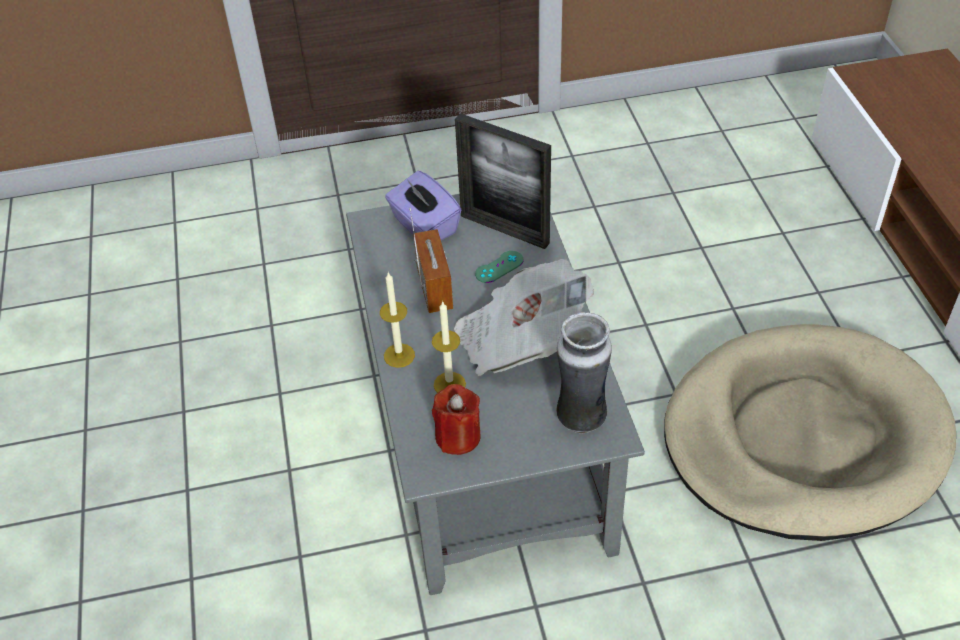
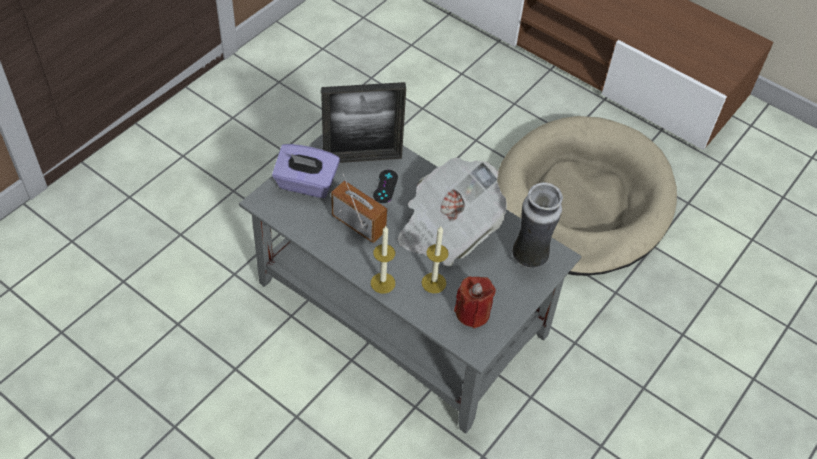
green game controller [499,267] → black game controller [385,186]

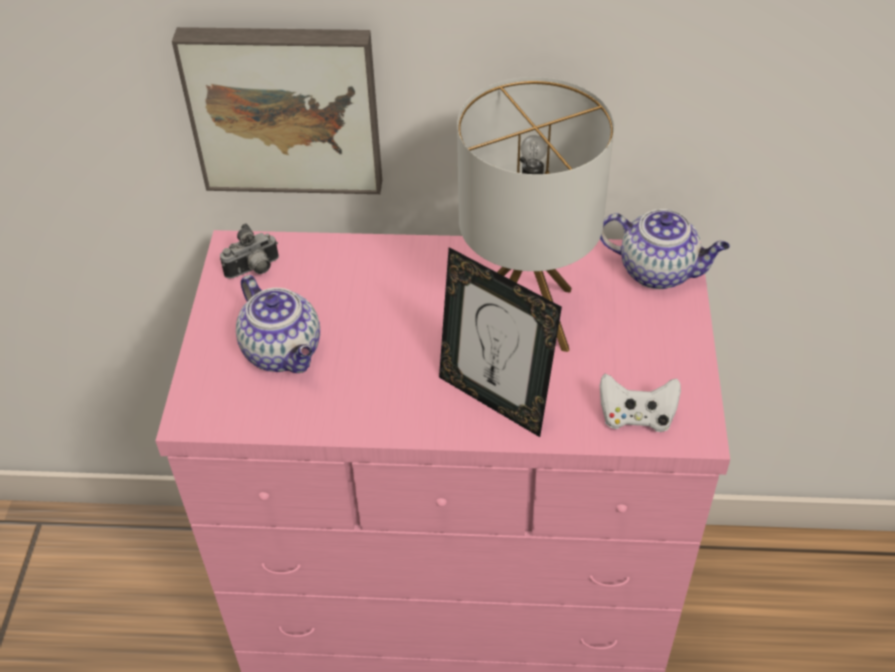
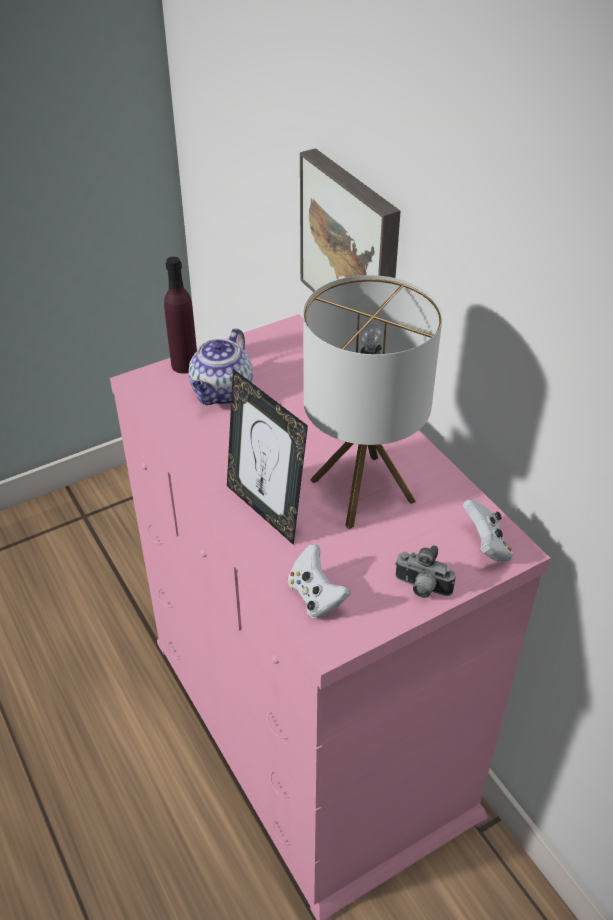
- → purple bottle [180,315]
picture frame [500,342] → picture frame [267,457], 45 degrees counterclockwise
photo camera [249,251] → photo camera [425,571], shifted
teapot [665,249] → white game controller [488,530]

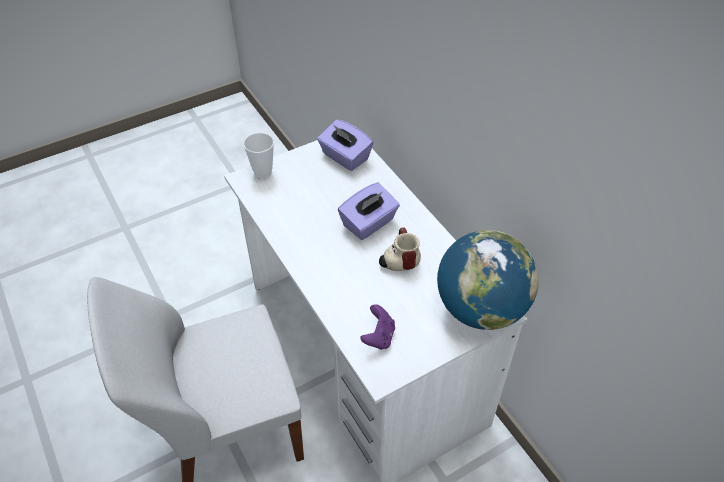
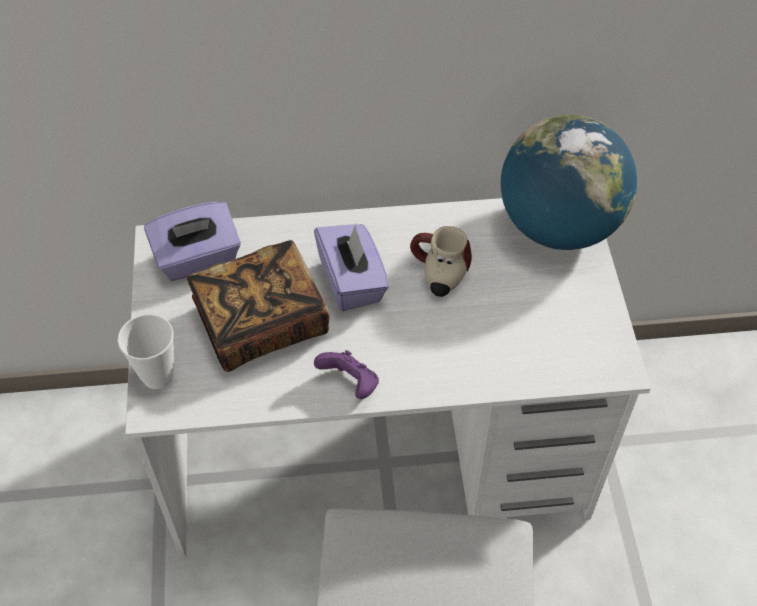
- → book [258,306]
purple game controller [377,327] → purple game controller [346,374], shifted

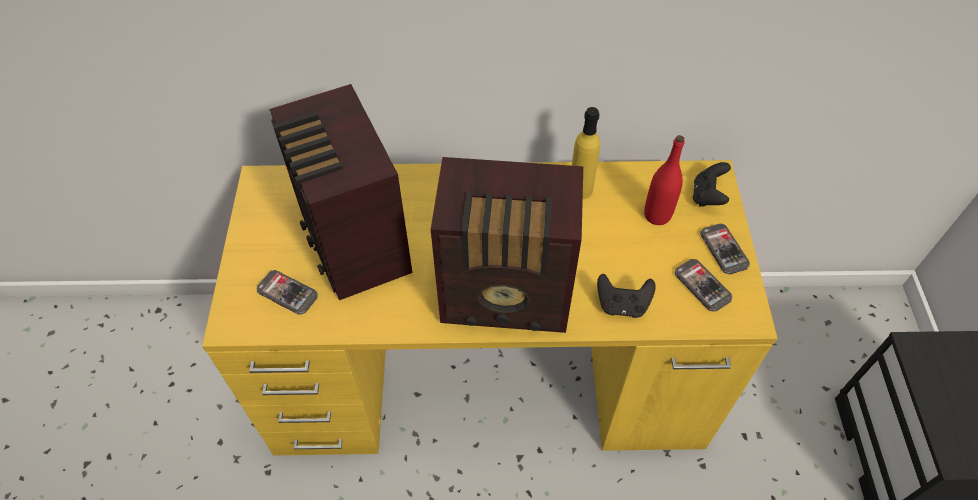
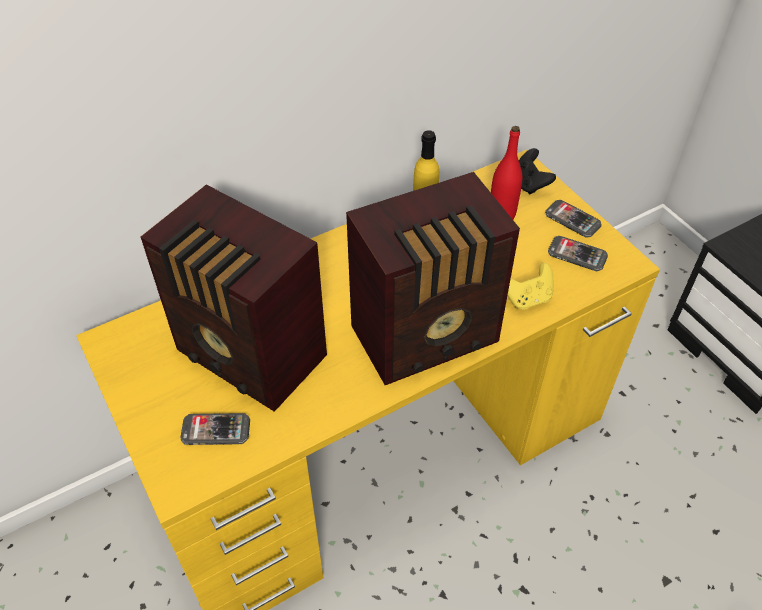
black game controller [626,296] → yellow game controller [530,285]

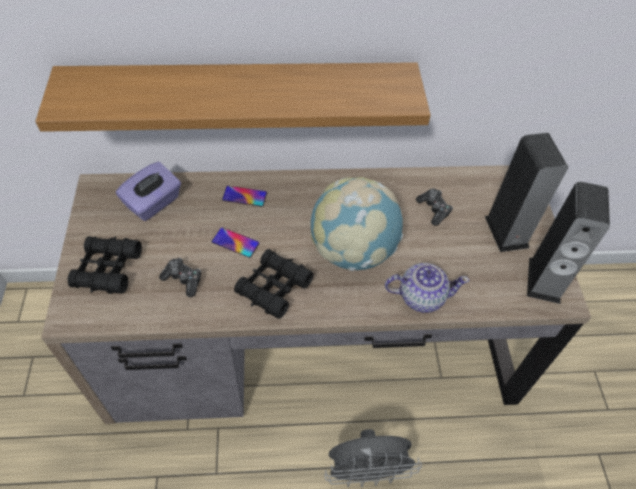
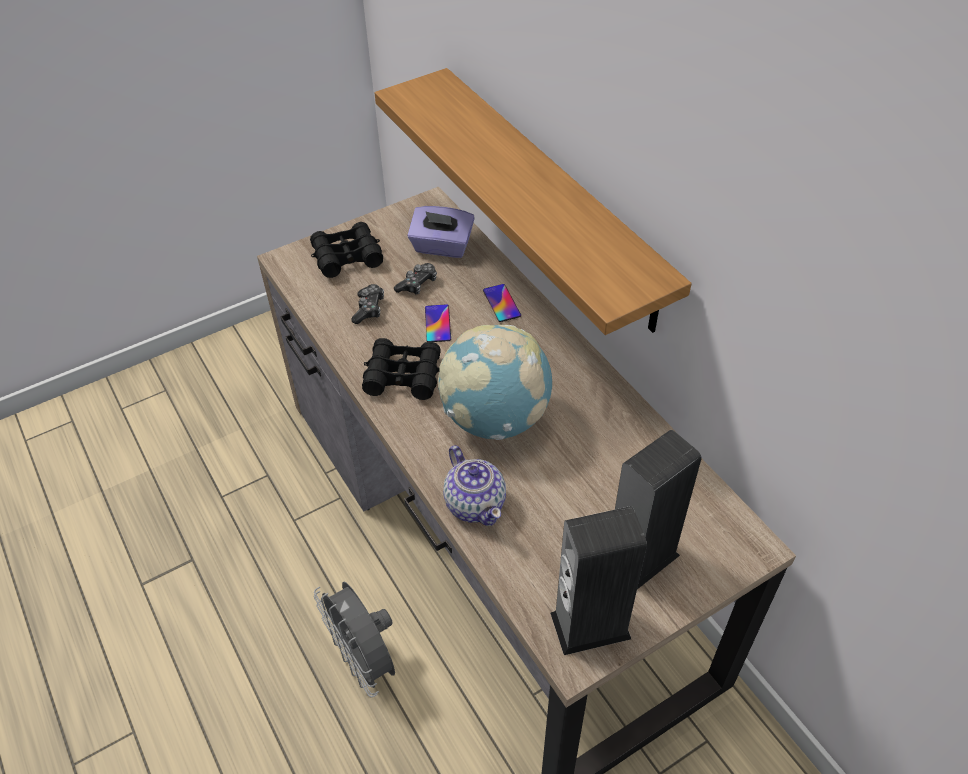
game controller [434,207] → game controller [415,278], shifted

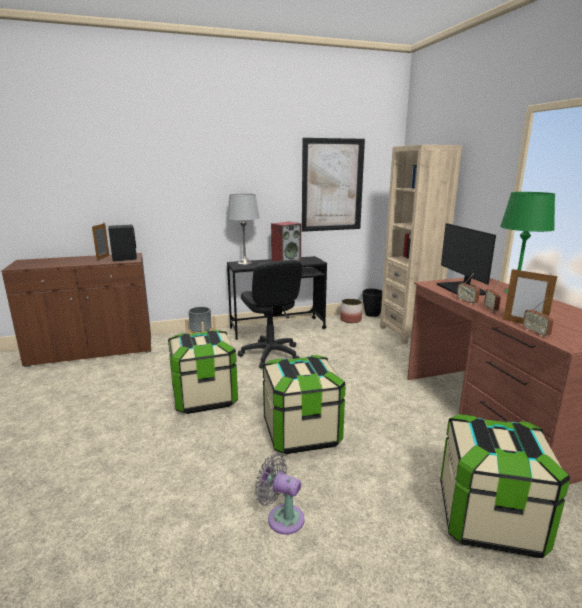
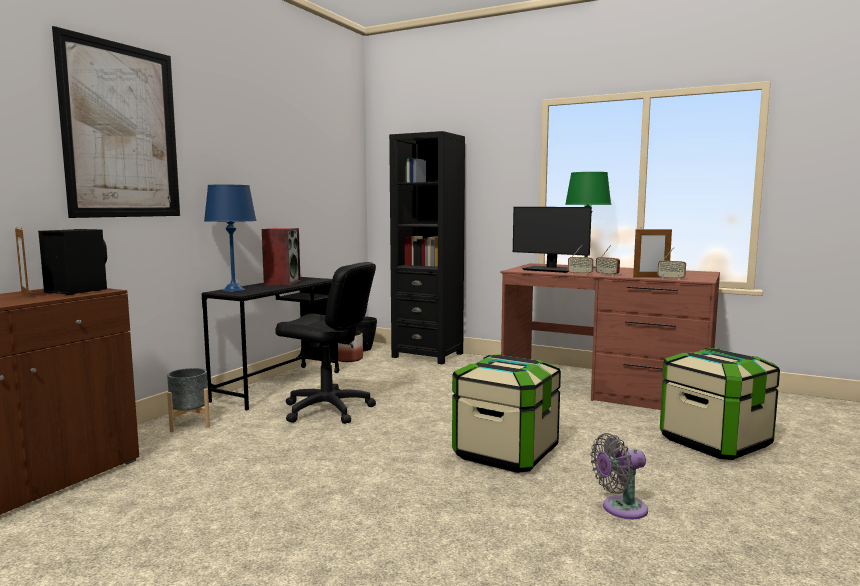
picture [333,185] → picture [116,122], shifted
grey table lamp [243,229] → blue table lamp [230,238]
beige bookcase [421,244] → black bookcase [427,247]
storage box [203,372] → -

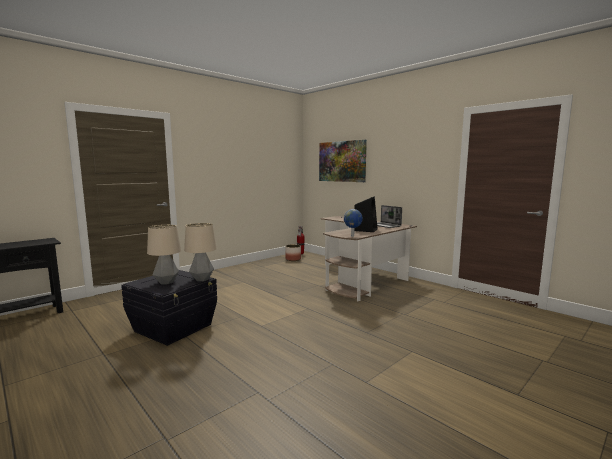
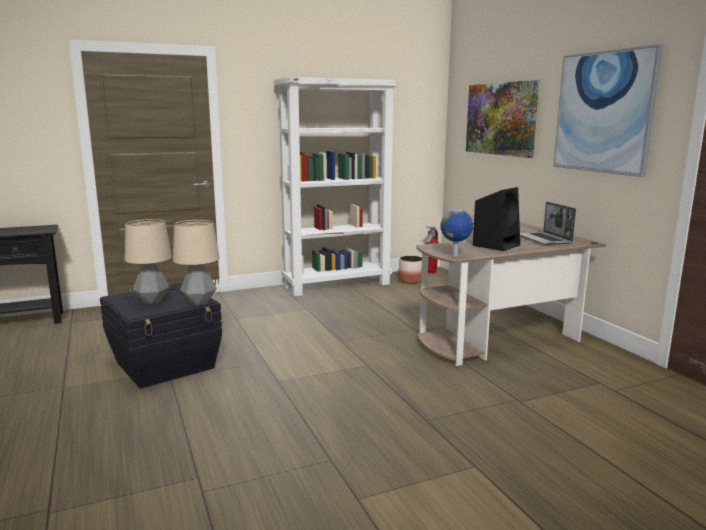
- → white bookcase [336,186]
- → picture [608,110]

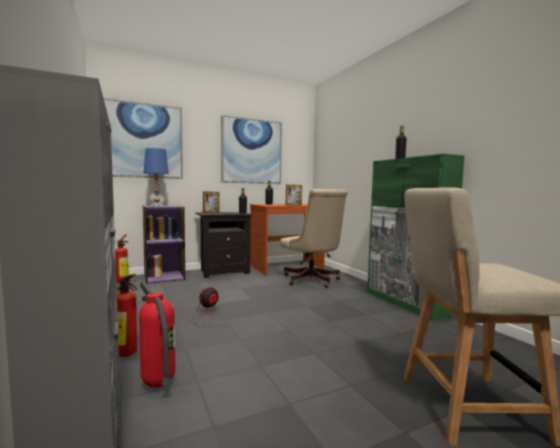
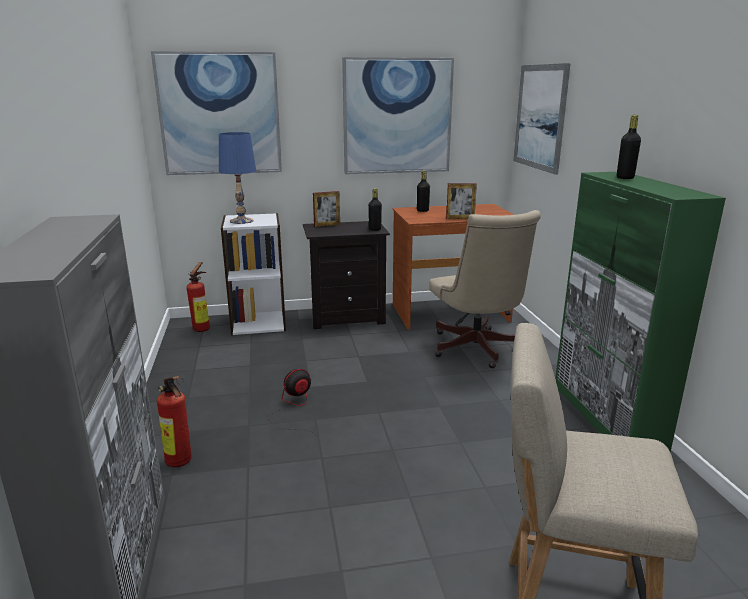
purple bookcase [163,244] → white bookcase [253,274]
- → picture [542,119]
fire extinguisher [157,334] → -

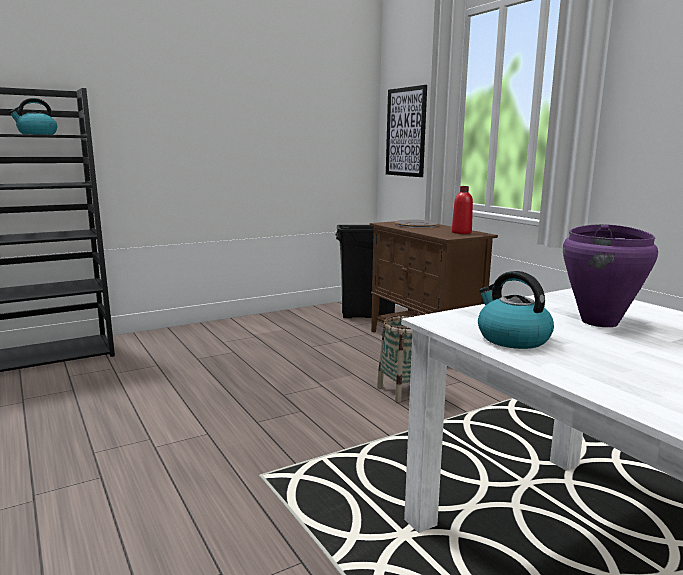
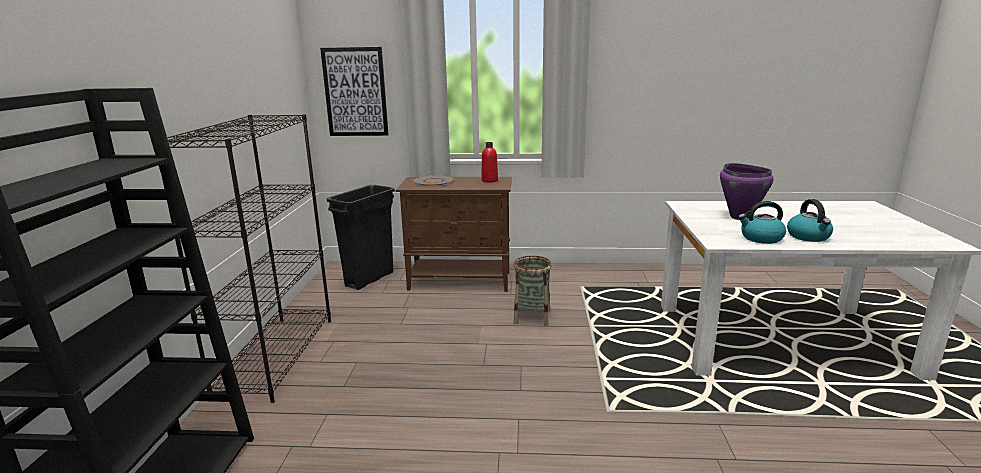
- → black bookcase [246,258]
kettle [33,116] → kettle [810,220], shifted

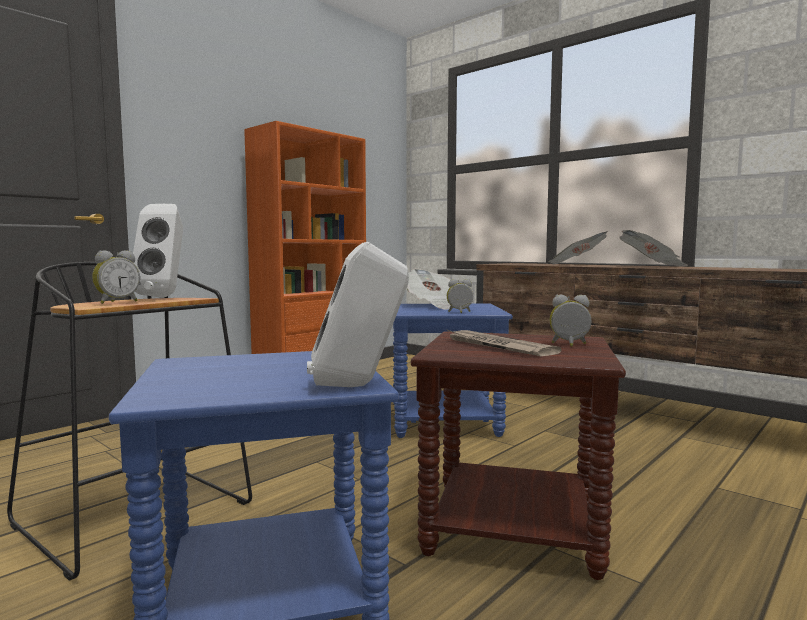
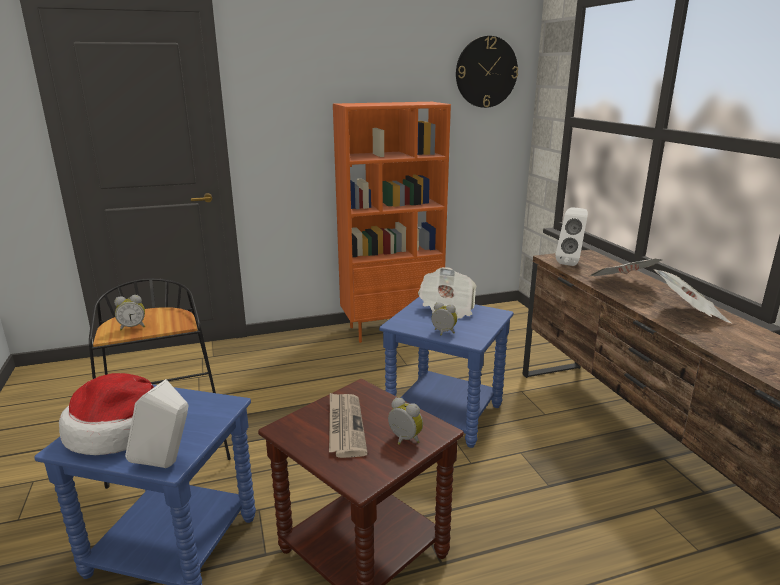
- → hat [106,414]
- → wall clock [487,72]
white speaker [158,251] → white speaker [571,237], shifted

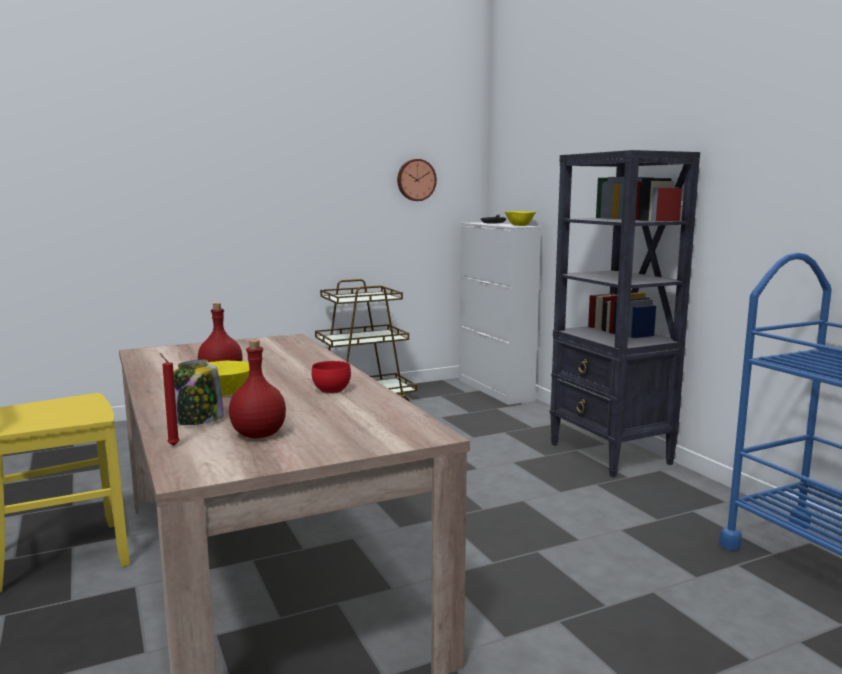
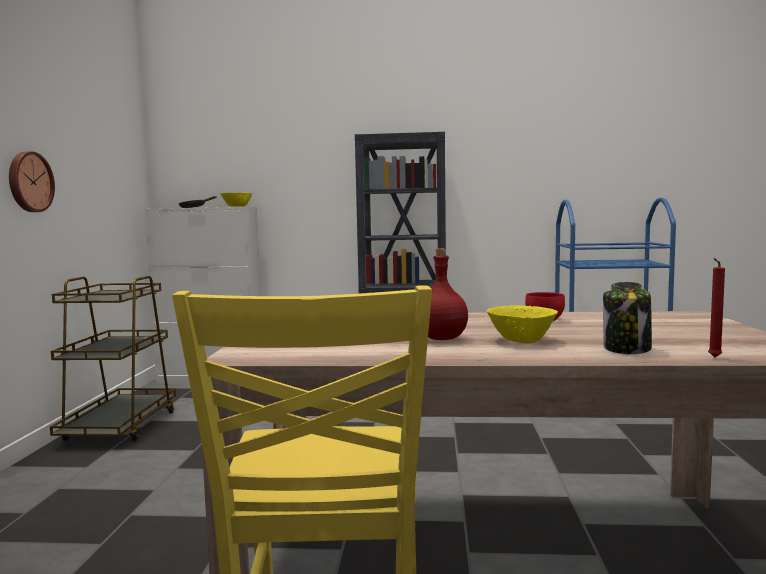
wall clock [417,180] → wall clock [32,182], shifted
red bottle [257,389] → -

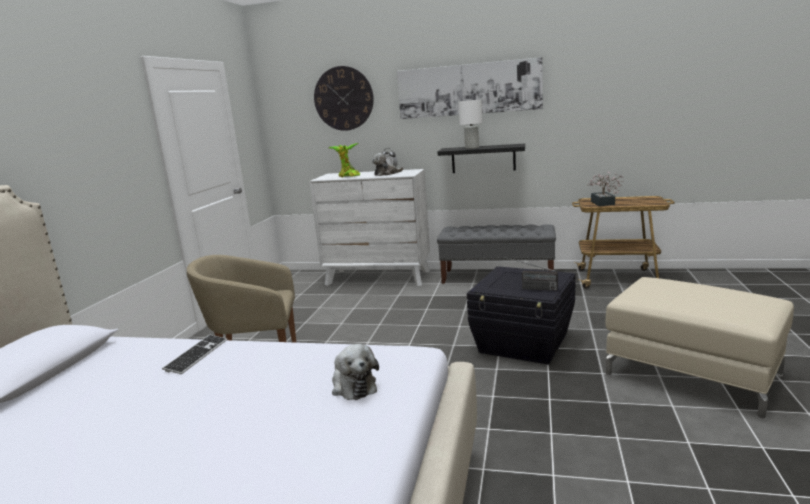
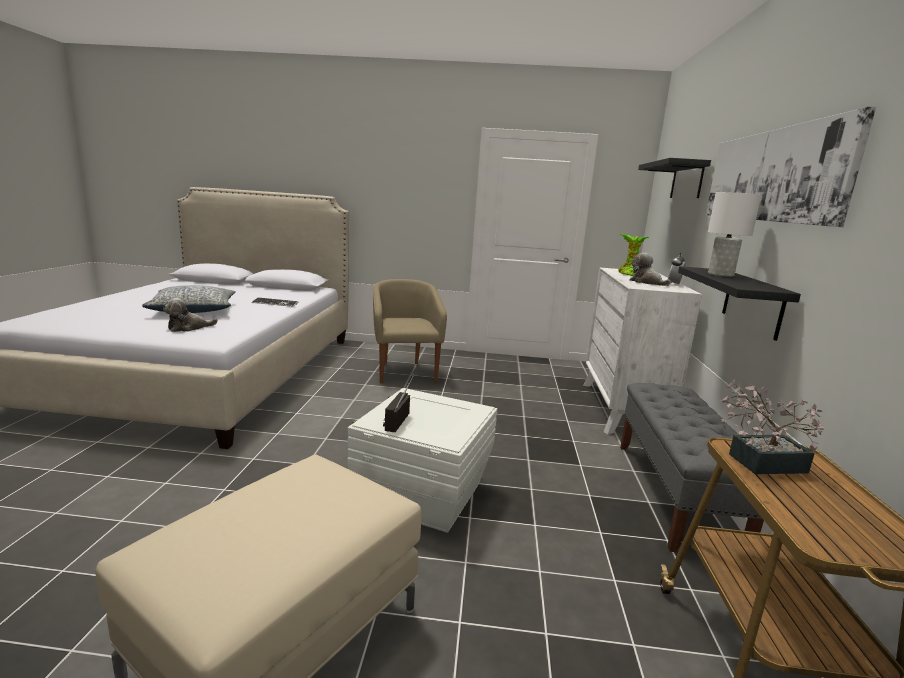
- → pillow [189,299]
black storage box [521,315] → white storage box [422,460]
wall clock [344,98] → black shelf [674,178]

